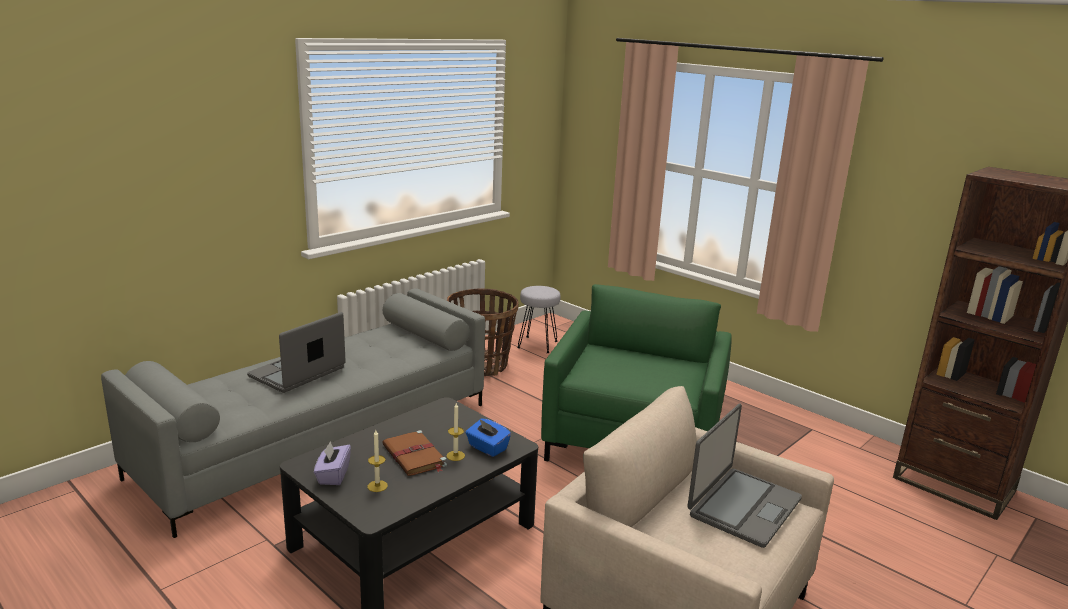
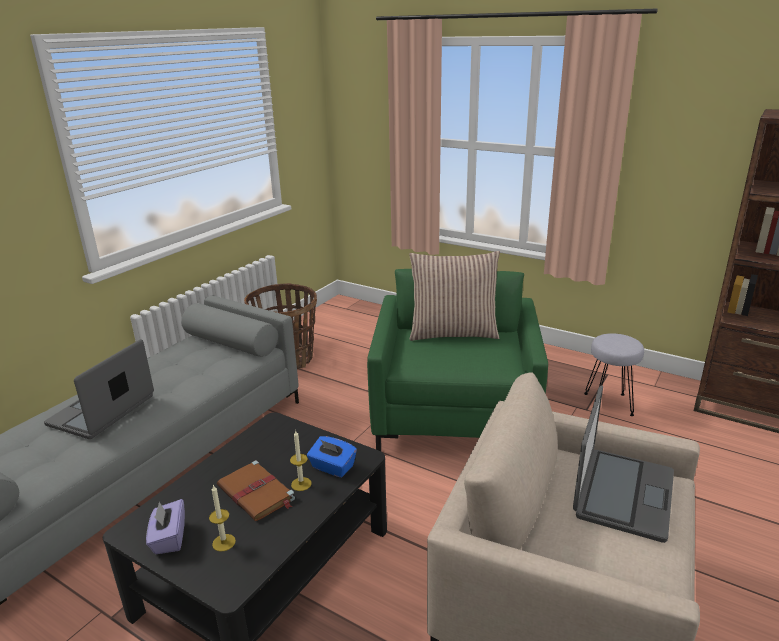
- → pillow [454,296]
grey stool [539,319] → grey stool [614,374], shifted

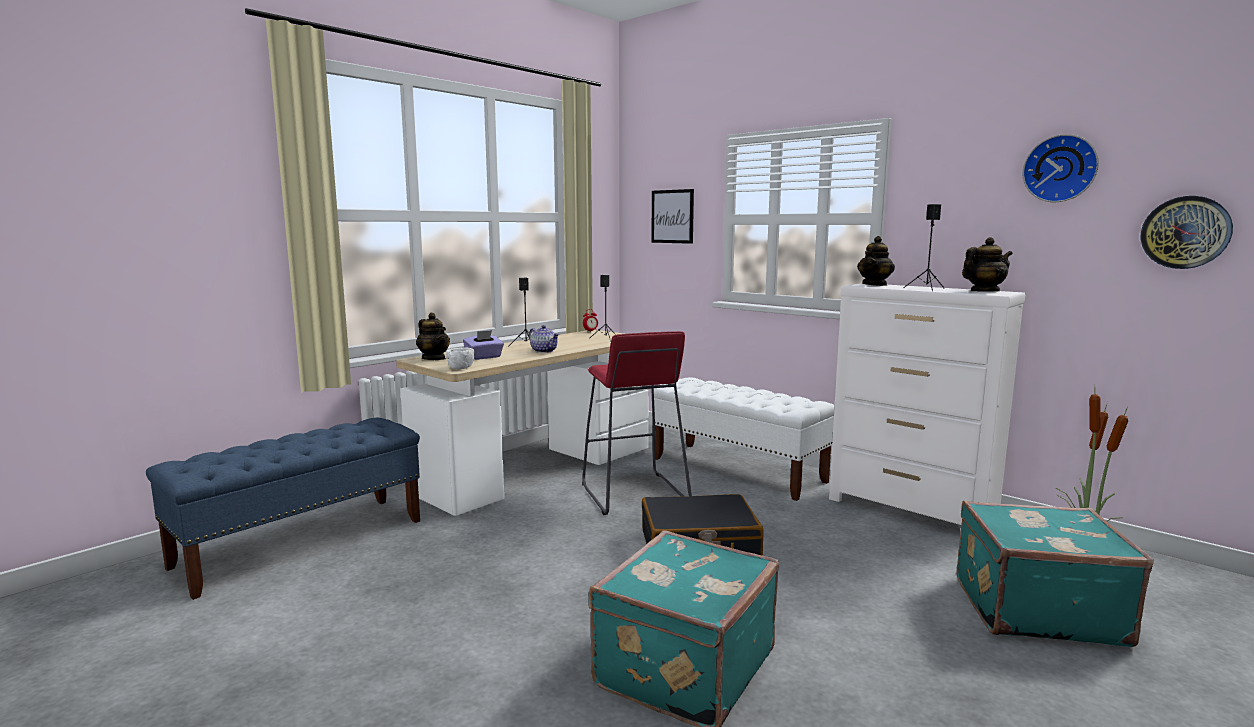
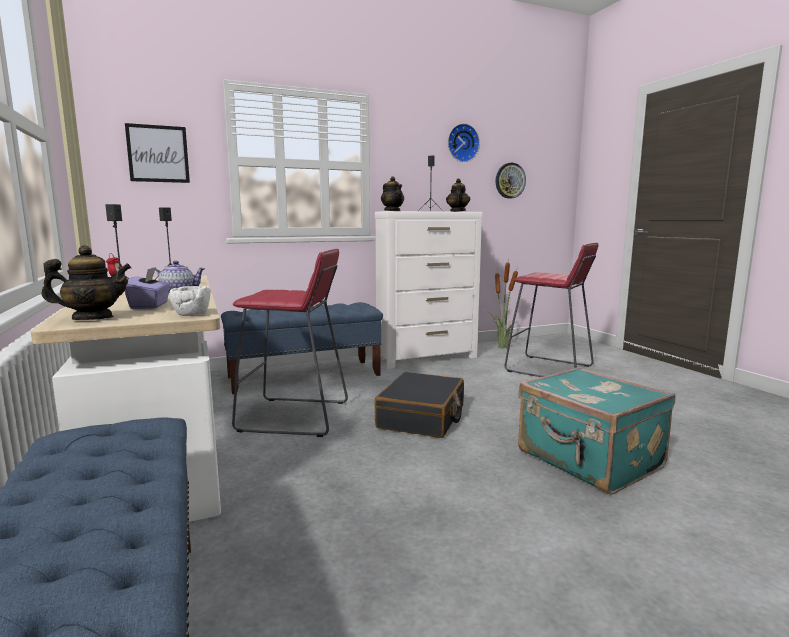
white bench [743,439] → blue bench [302,348]
turquoise suitcase [1055,574] → red stool [552,310]

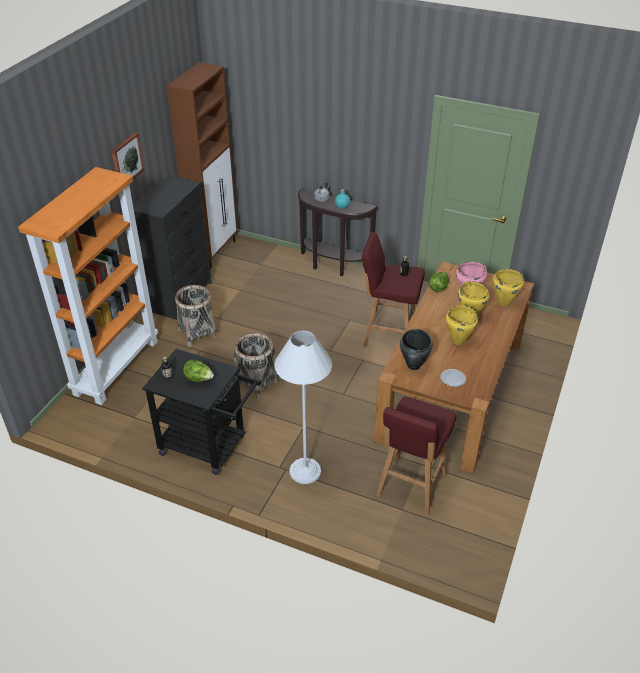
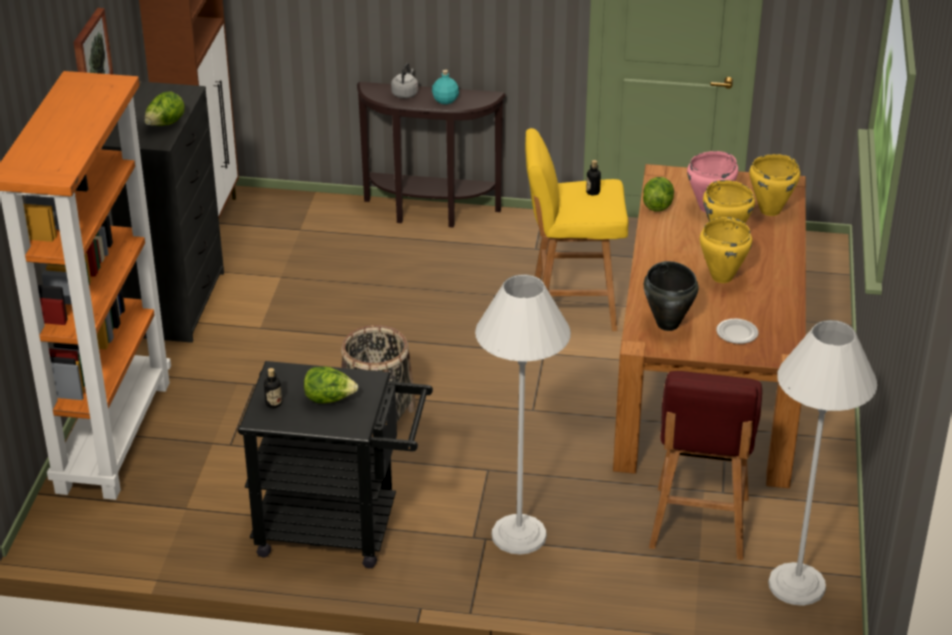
- → lettuce [164,108]
red stool [393,289] → yellow stool [576,229]
- → white floor lamp [822,463]
basket [196,316] → -

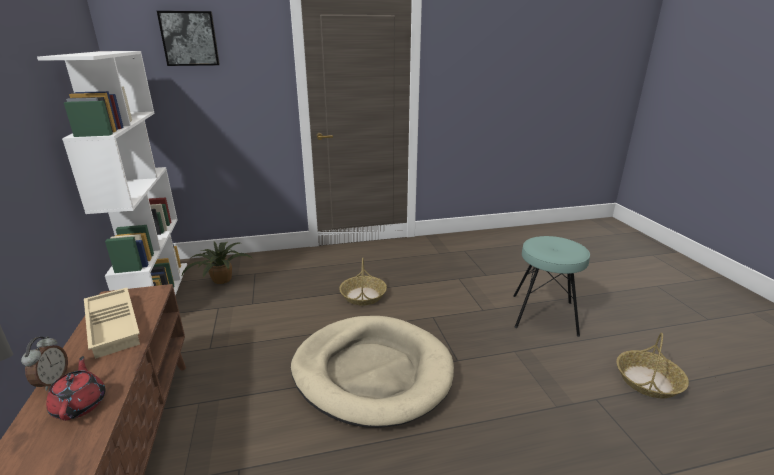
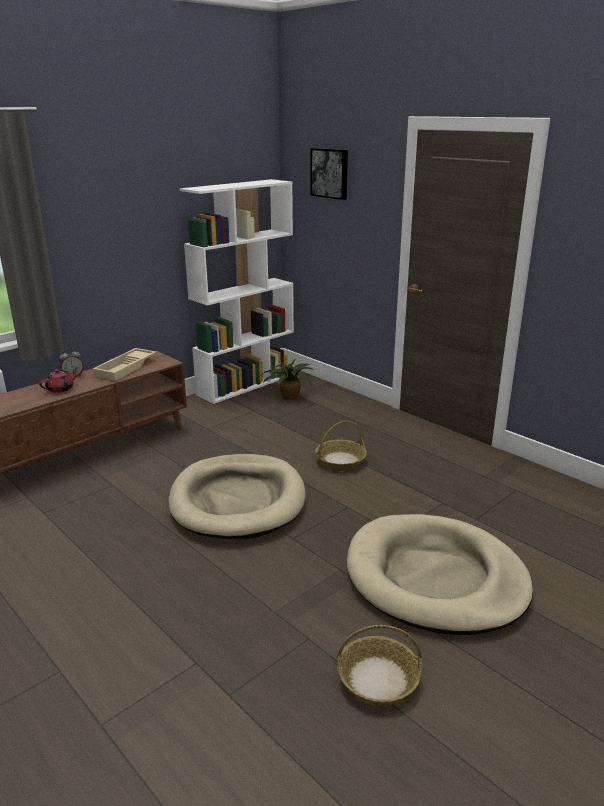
turquoise stool [551,286] → beige dog bed [440,574]

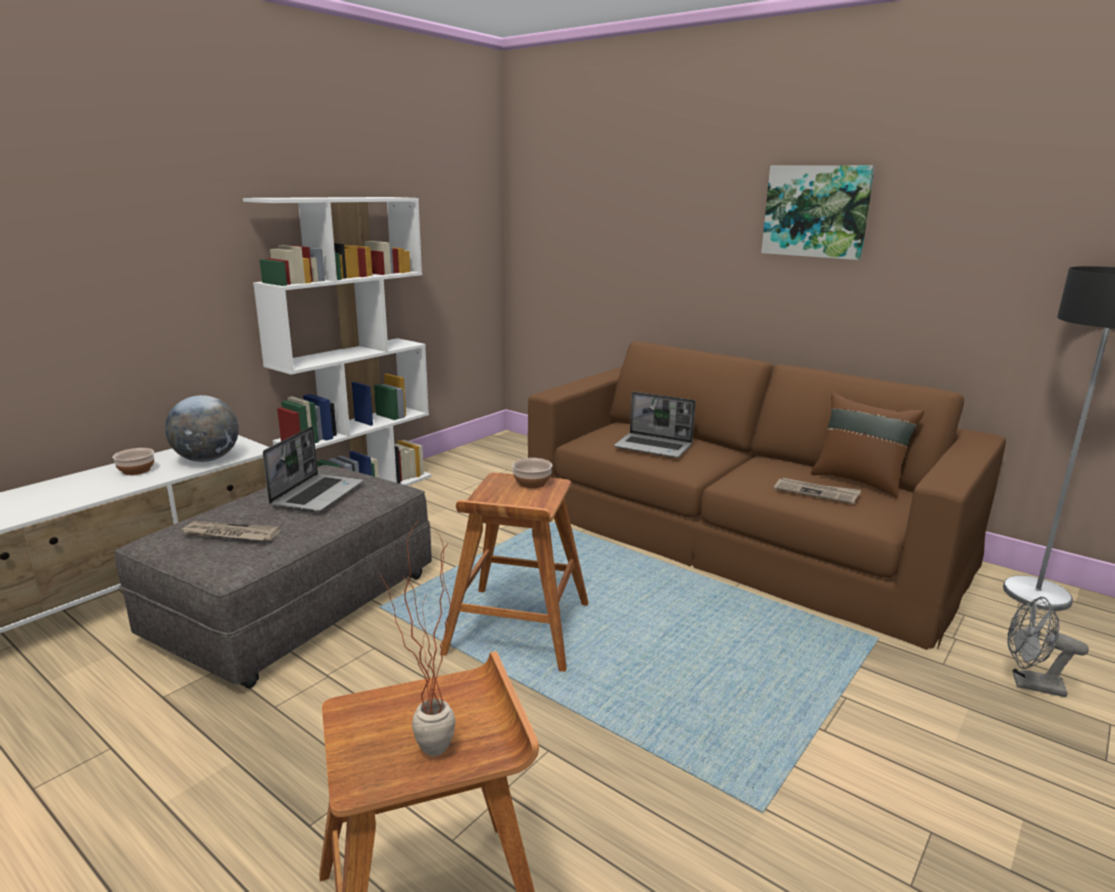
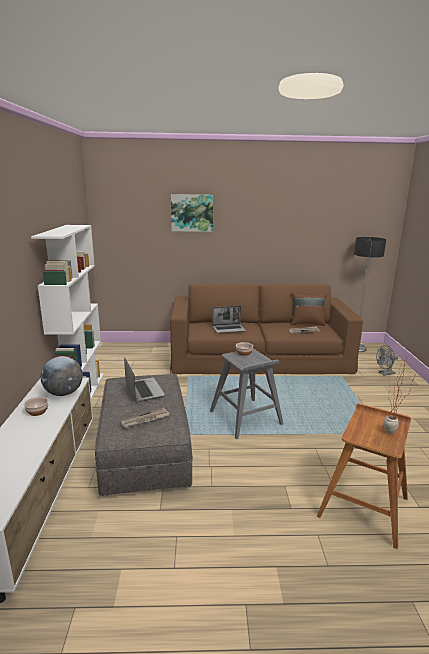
picture [818,212] → picture [192,213], shifted
brown stool [514,572] → grey stool [246,394]

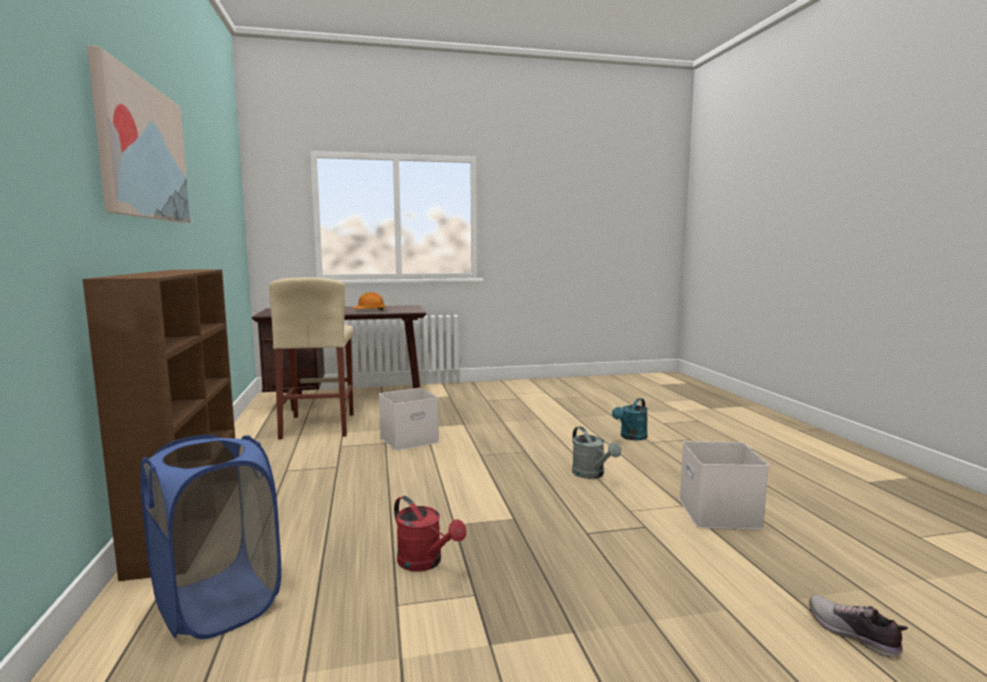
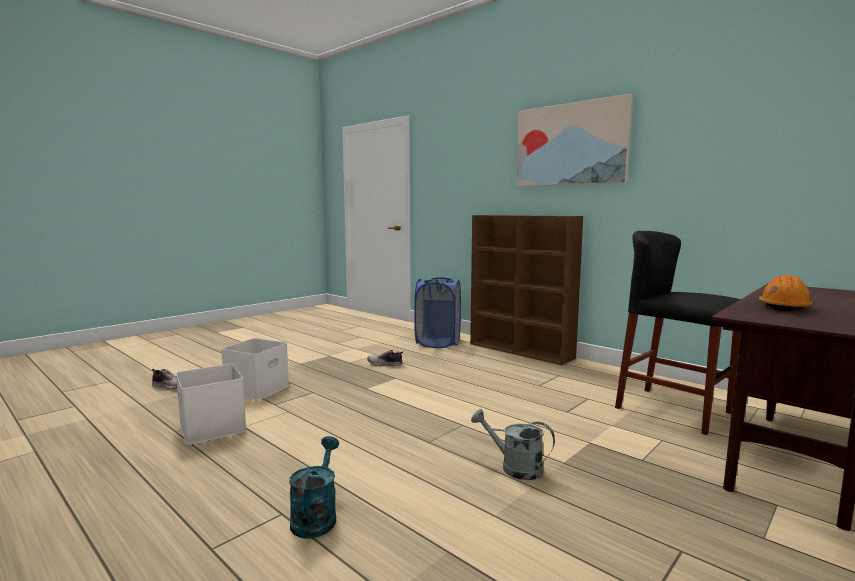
white storage box [409,419] → white storage box [255,369], shifted
red watering can [430,533] → shoe [385,358]
grey watering can [596,452] → grey watering can [513,444], shifted
beige stool [311,358] → black stool [678,333]

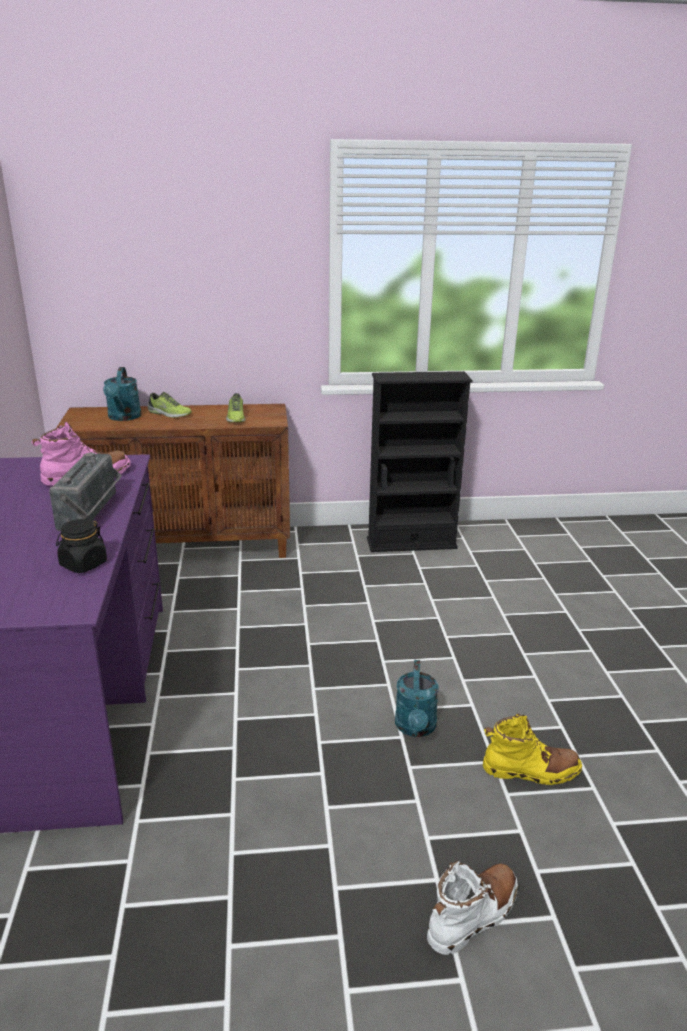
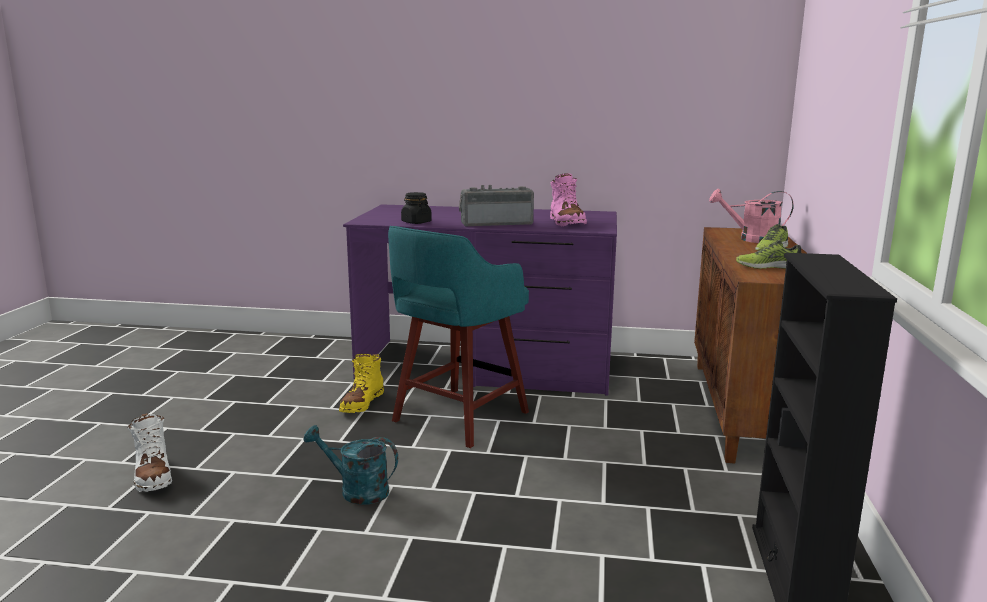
yellow boot [532,749] → yellow boot [361,383], shifted
- → turquoise stool [458,337]
radio [85,492] → radio [496,206], 150 degrees clockwise
turquoise watering can [122,394] → pink watering can [751,216]

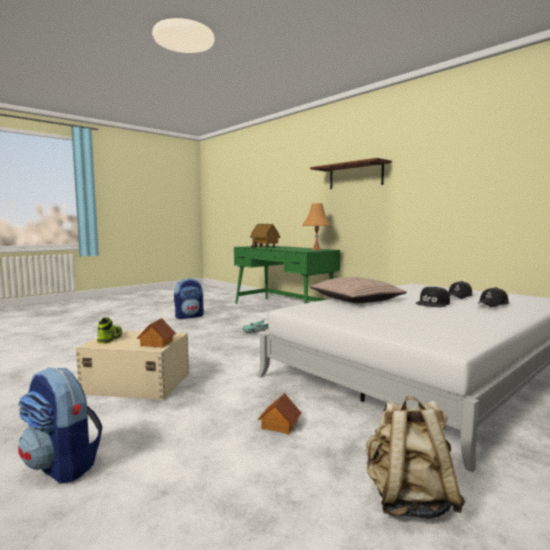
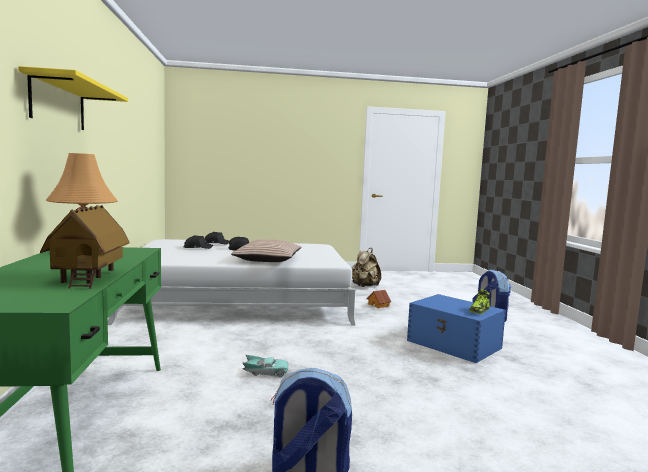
brown shelf [351,173] → yellow shelf [73,98]
beige storage box [132,365] → blue storage box [456,328]
toy house [156,333] → -

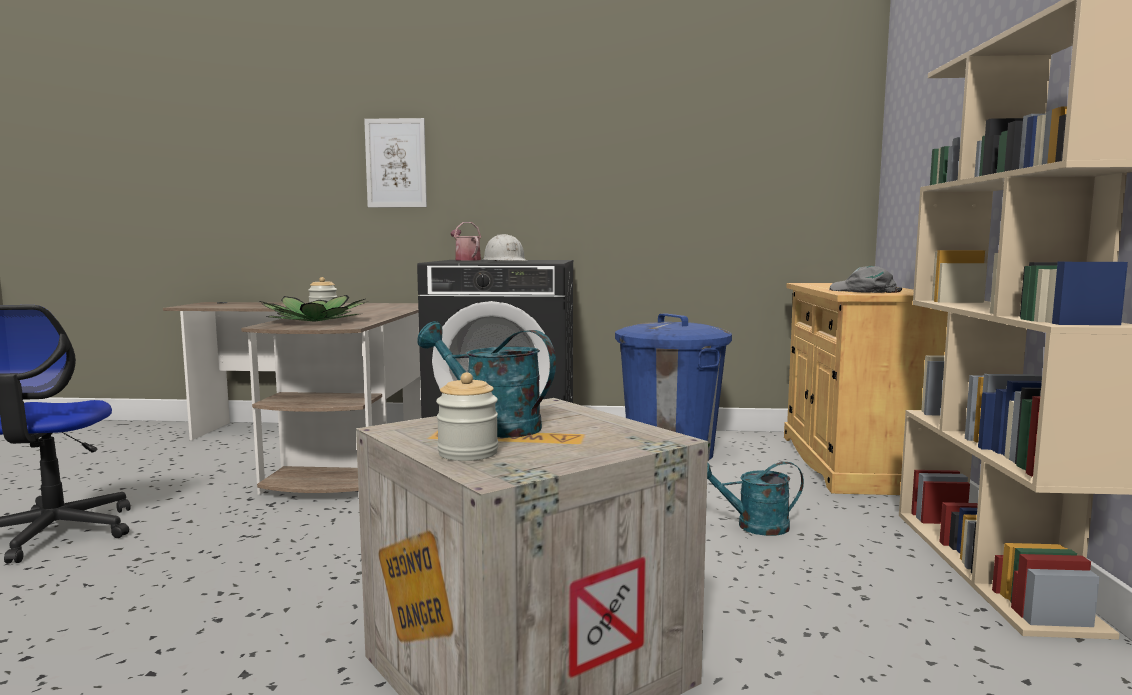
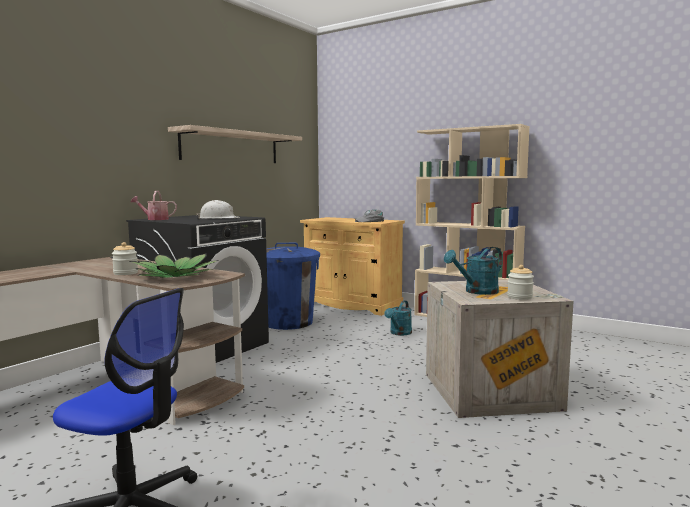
- → shelf [235,144]
picture [395,162] → -

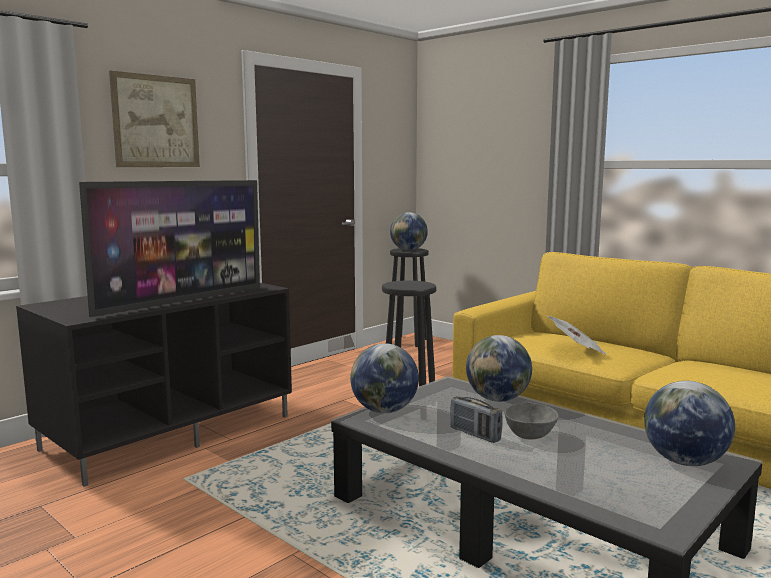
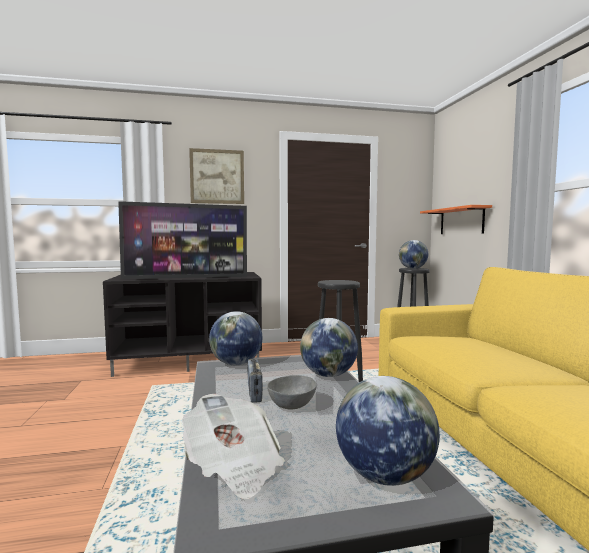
newspaper [577,335] → newspaper [233,446], shifted
- → orange shelf [456,219]

